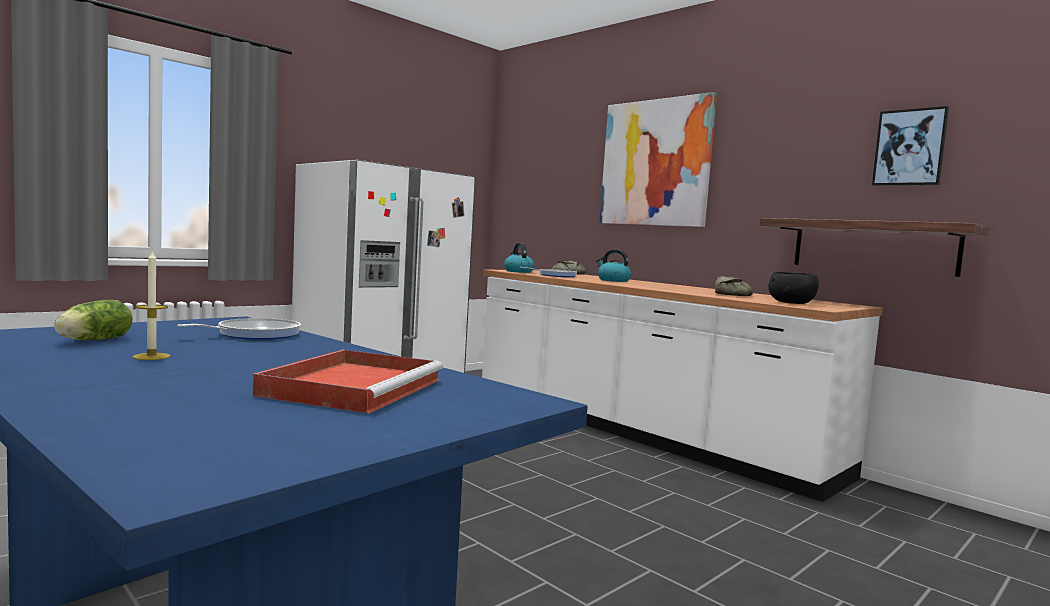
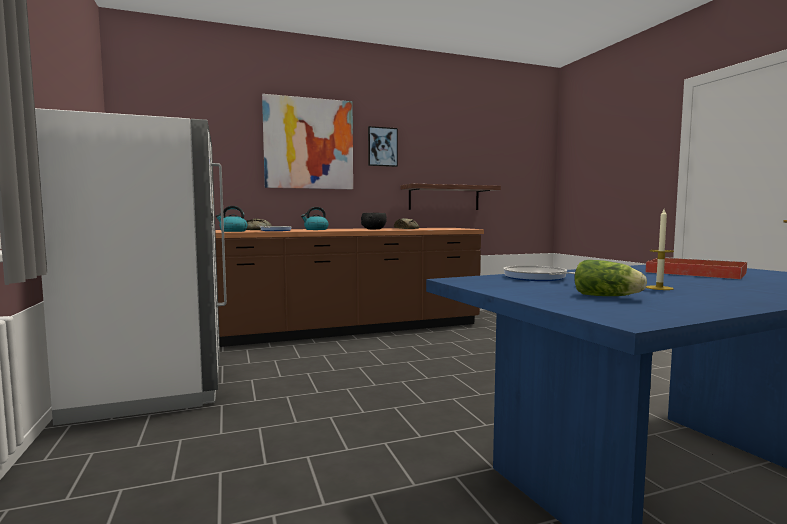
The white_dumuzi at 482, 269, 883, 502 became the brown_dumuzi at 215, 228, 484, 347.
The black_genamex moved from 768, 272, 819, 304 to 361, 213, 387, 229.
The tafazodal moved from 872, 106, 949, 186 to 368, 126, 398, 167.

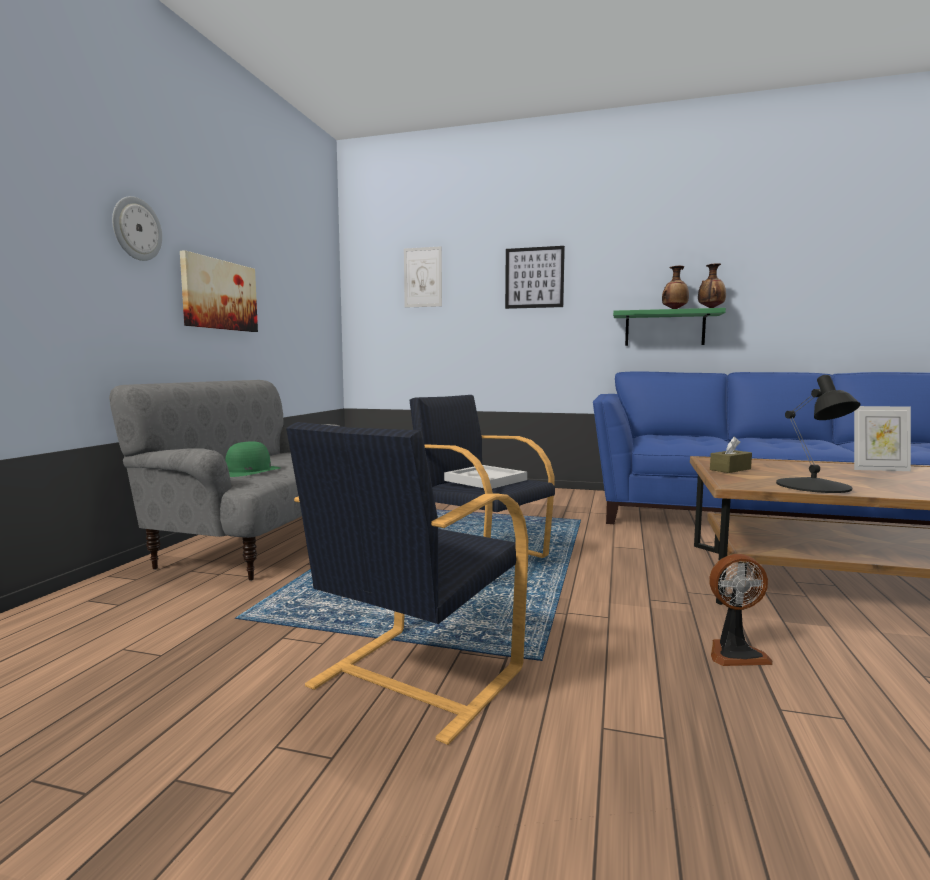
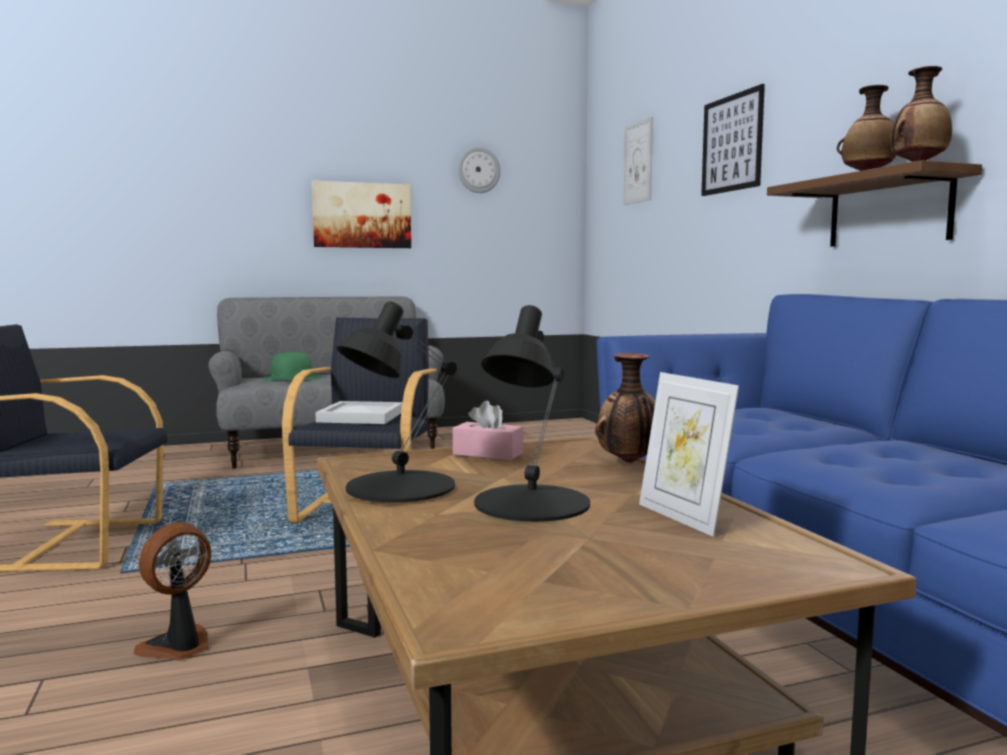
The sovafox moved from 112, 196, 162, 261 to 458, 147, 501, 193.
The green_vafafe at 613, 308, 726, 346 became the brown_vafafe at 767, 160, 982, 247.
The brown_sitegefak at 710, 437, 752, 473 became the pink_sitegefak at 453, 401, 523, 460.
The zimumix at 710, 554, 773, 666 turned 75 degrees clockwise.
The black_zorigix at 474, 305, 590, 522 appeared.
The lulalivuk at 595, 353, 655, 463 appeared.

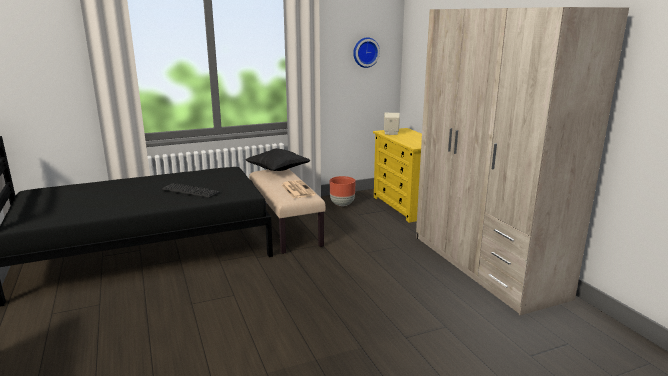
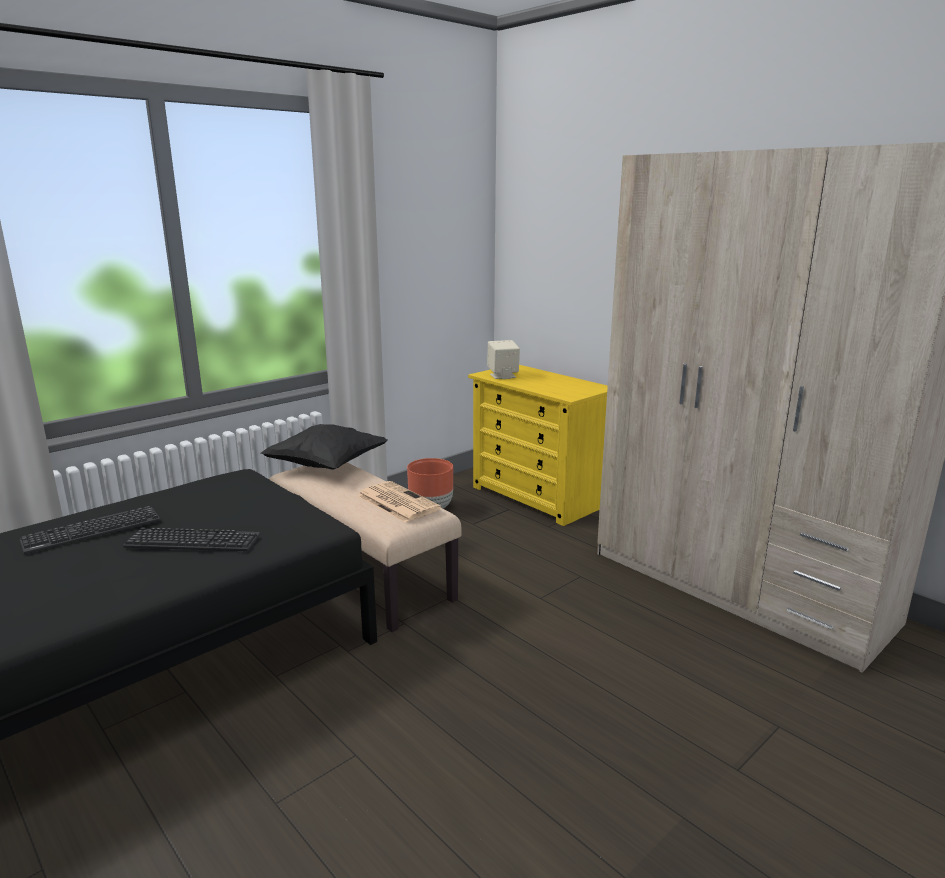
The sovafox at 353, 37, 380, 68 disappeared.
The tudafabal at 20, 506, 161, 554 appeared.

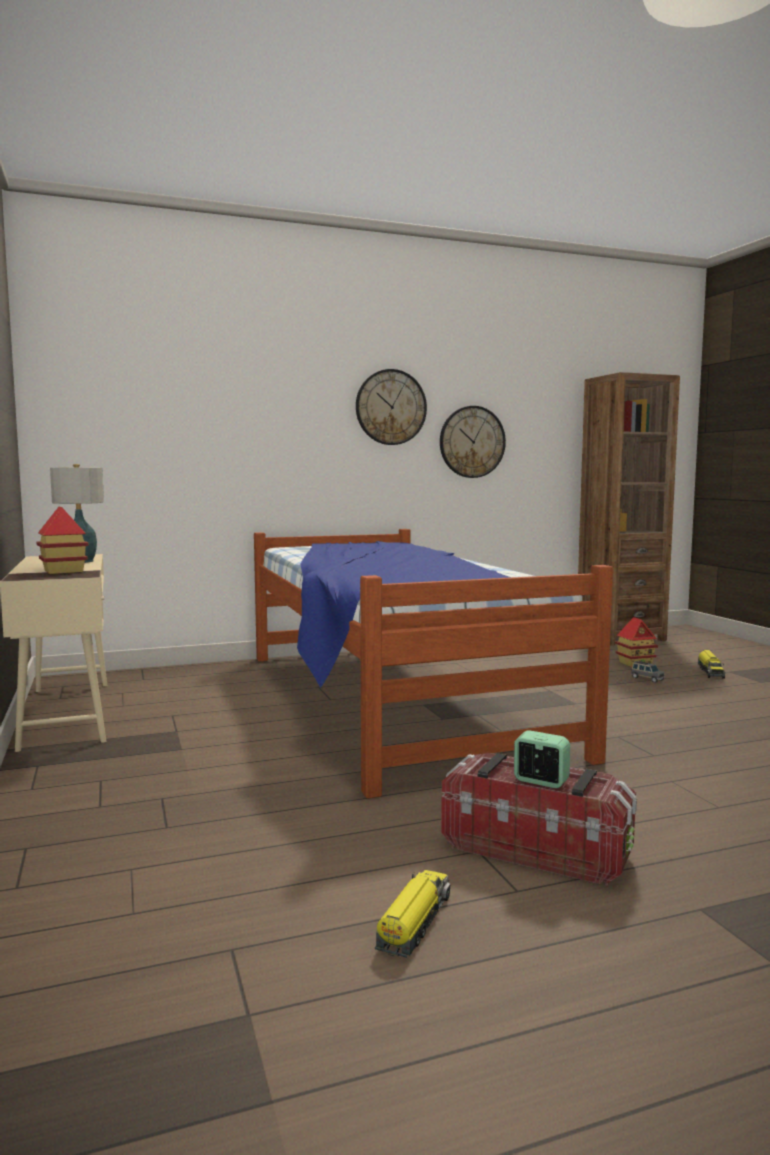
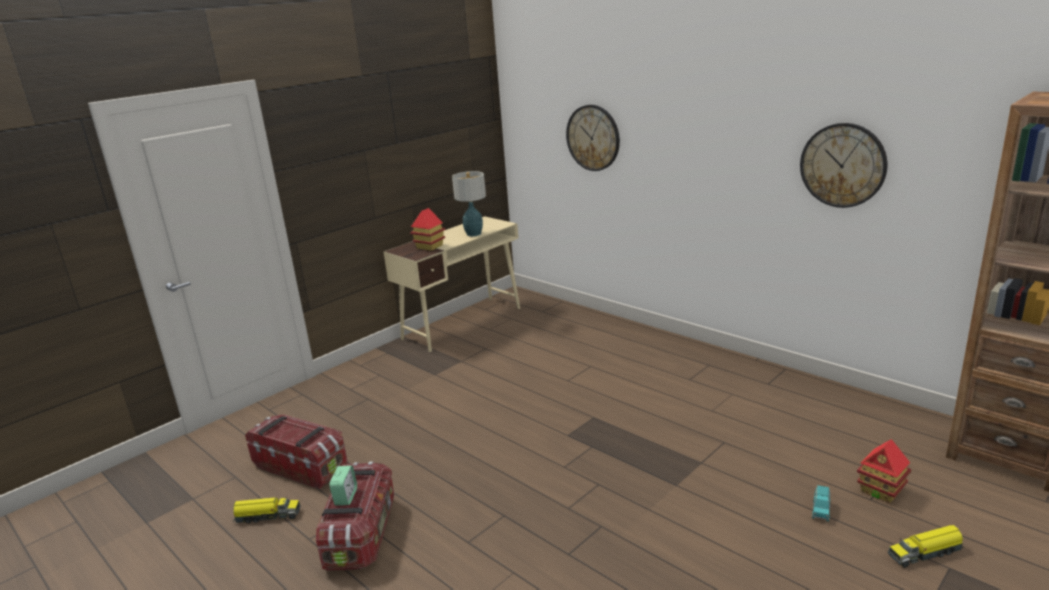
The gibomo at 254, 529, 613, 799 disappeared.
The sovafox moved from 356, 369, 427, 445 to 566, 105, 620, 171.
The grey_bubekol at 631, 660, 665, 683 became the turquoise_bubekol at 812, 485, 831, 521.
The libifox at 245, 414, 348, 489 appeared.

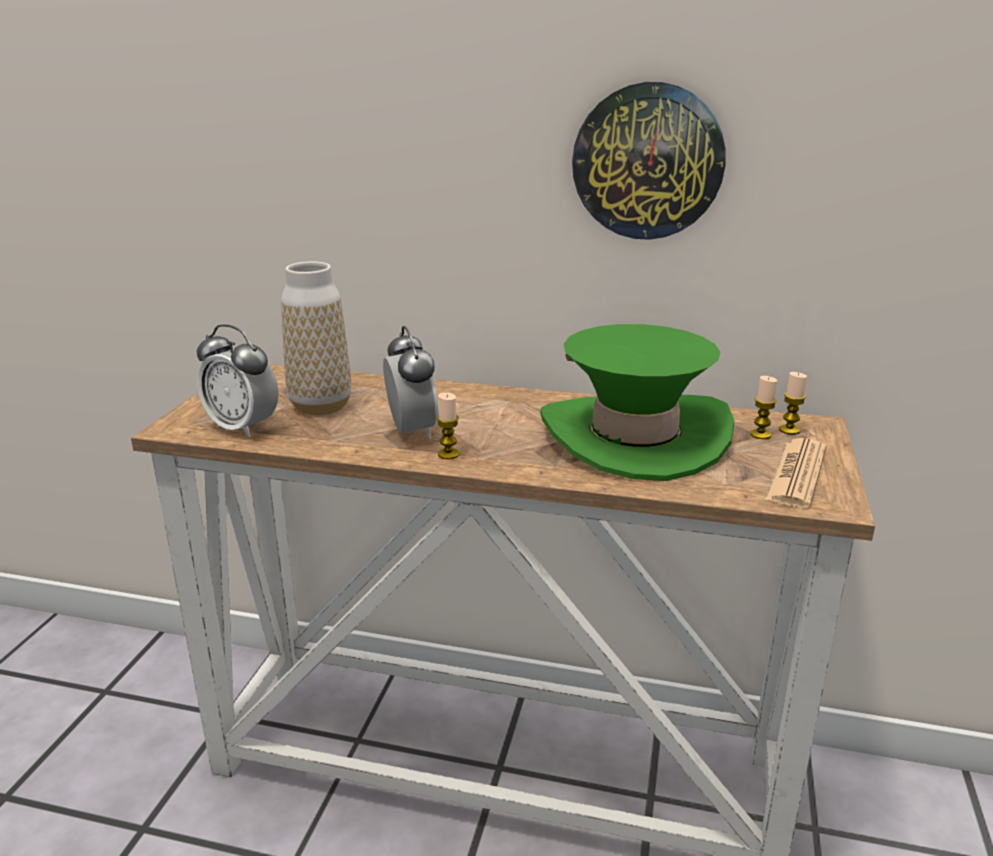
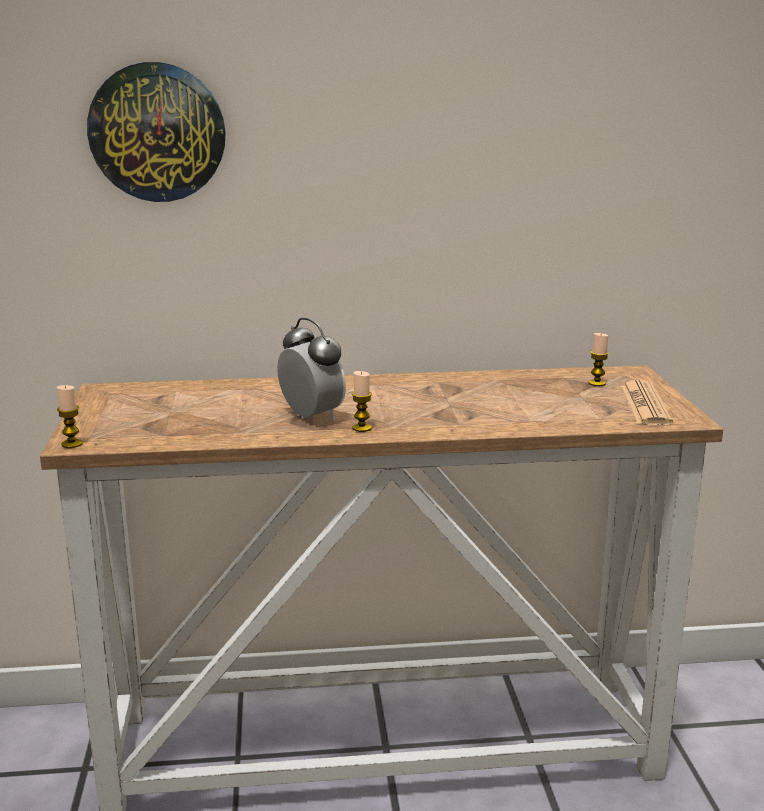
The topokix at 197, 324, 278, 438 disappeared.
The lulalivuk at 281, 261, 351, 415 disappeared.
The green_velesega at 541, 324, 734, 481 disappeared.
The sovafox moved from 572, 82, 725, 240 to 87, 62, 226, 202.
The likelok moved from 779, 372, 807, 435 to 57, 385, 83, 448.

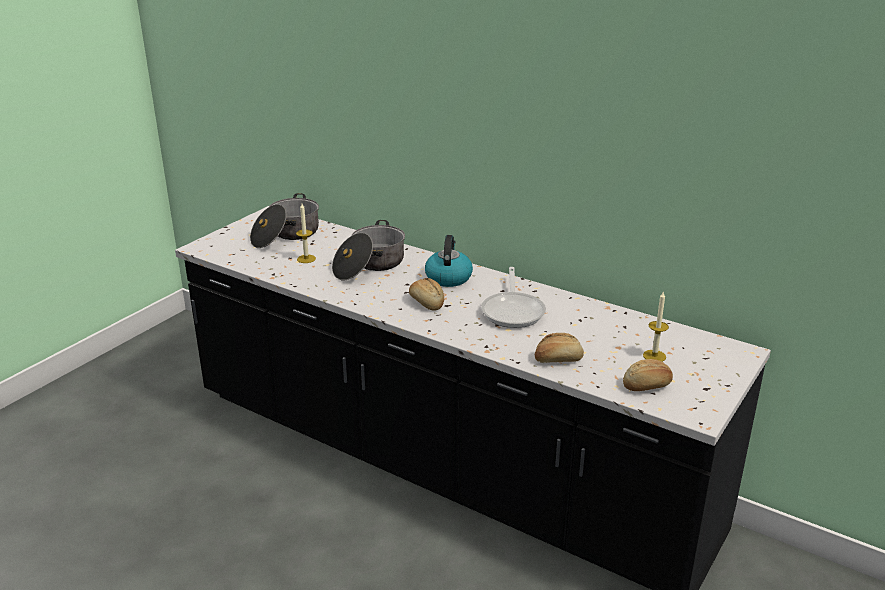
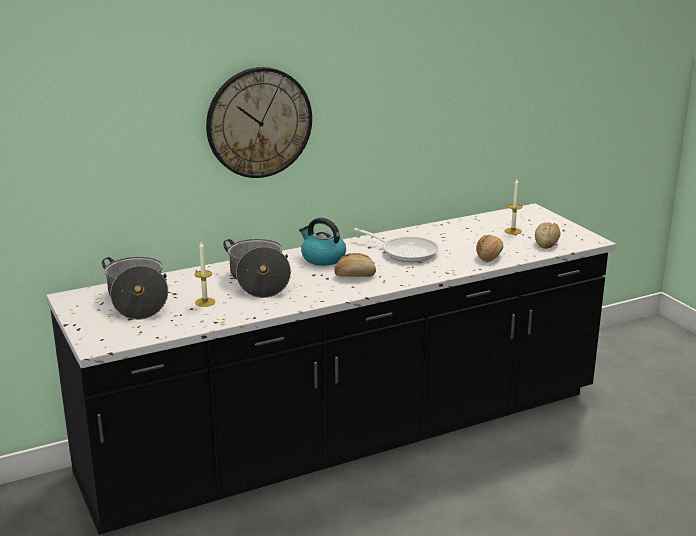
The sovafox at 206, 67, 312, 178 appeared.

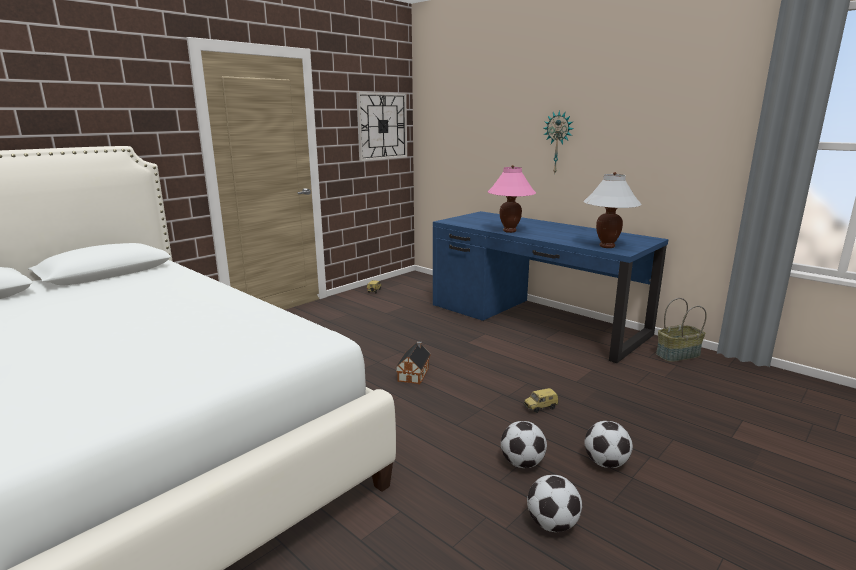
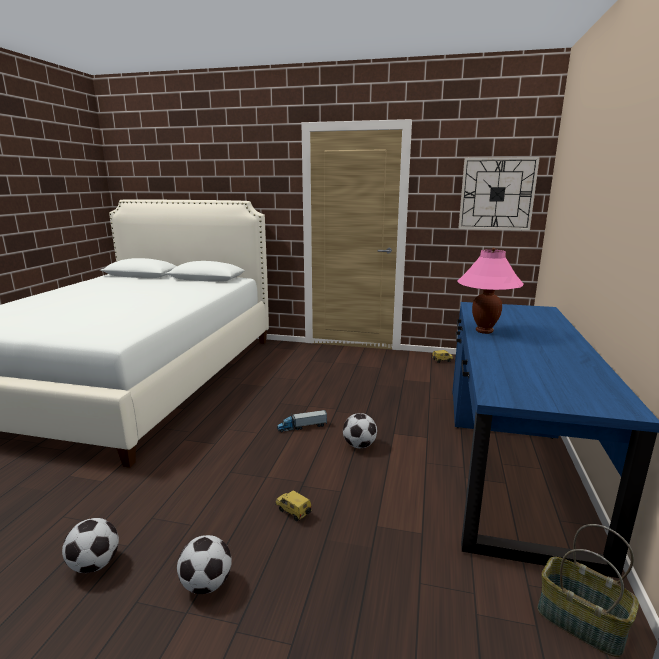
The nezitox at 395, 341, 431, 384 was replaced by the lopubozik at 277, 410, 327, 432.
The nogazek moved from 501, 421, 547, 468 to 343, 413, 377, 448.
The sovafox at 543, 110, 573, 173 disappeared.
The white_zorigix at 583, 172, 642, 248 disappeared.

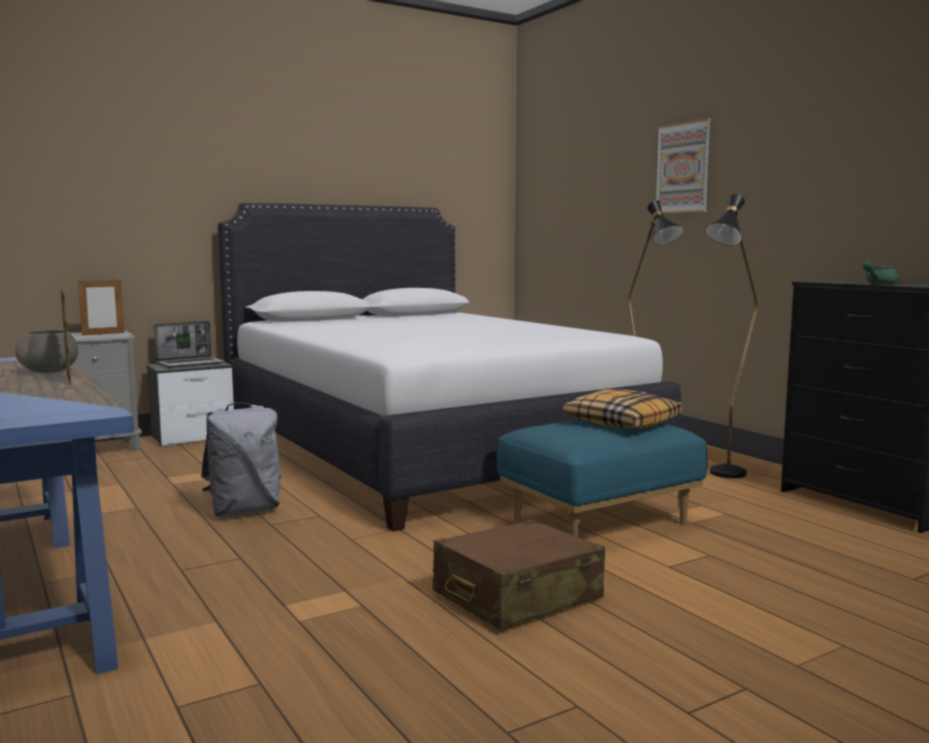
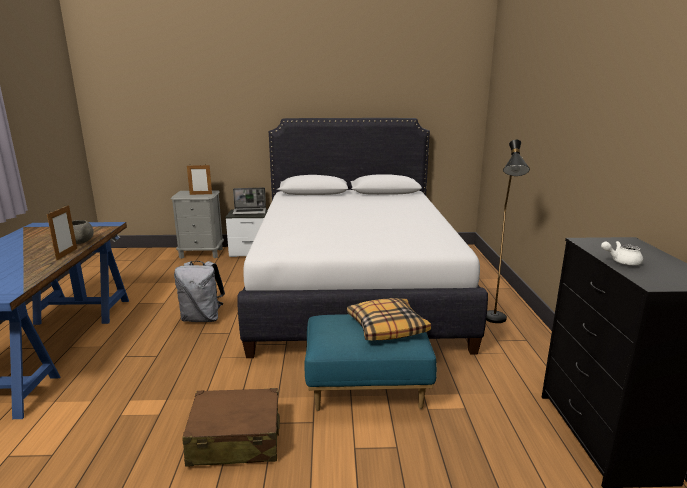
The tafazodal at 656, 118, 711, 214 disappeared.
The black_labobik at 705, 194, 758, 478 disappeared.
The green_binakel at 862, 261, 900, 284 became the white_binakel at 601, 241, 643, 265.

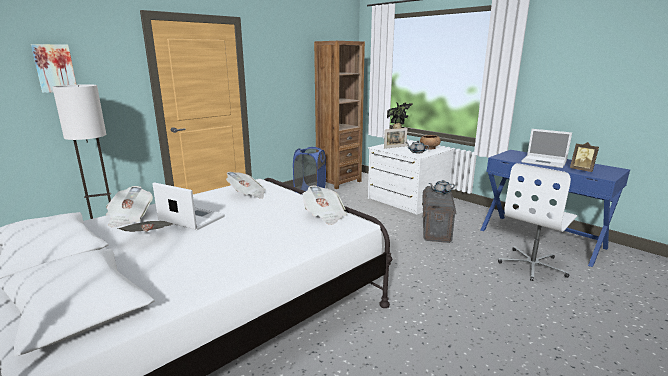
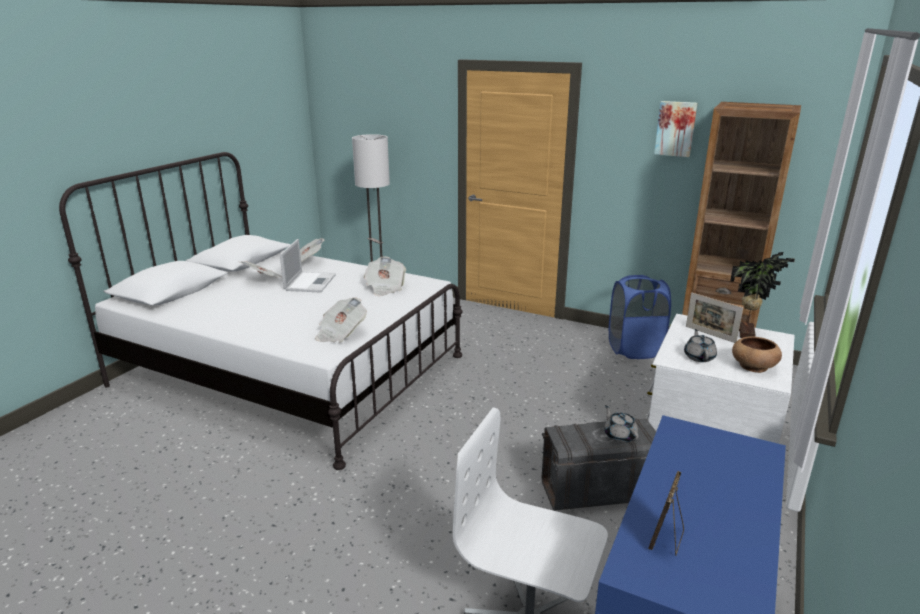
The tafazodal moved from 31, 44, 77, 93 to 654, 101, 697, 157.
The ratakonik at 521, 129, 572, 168 disappeared.

